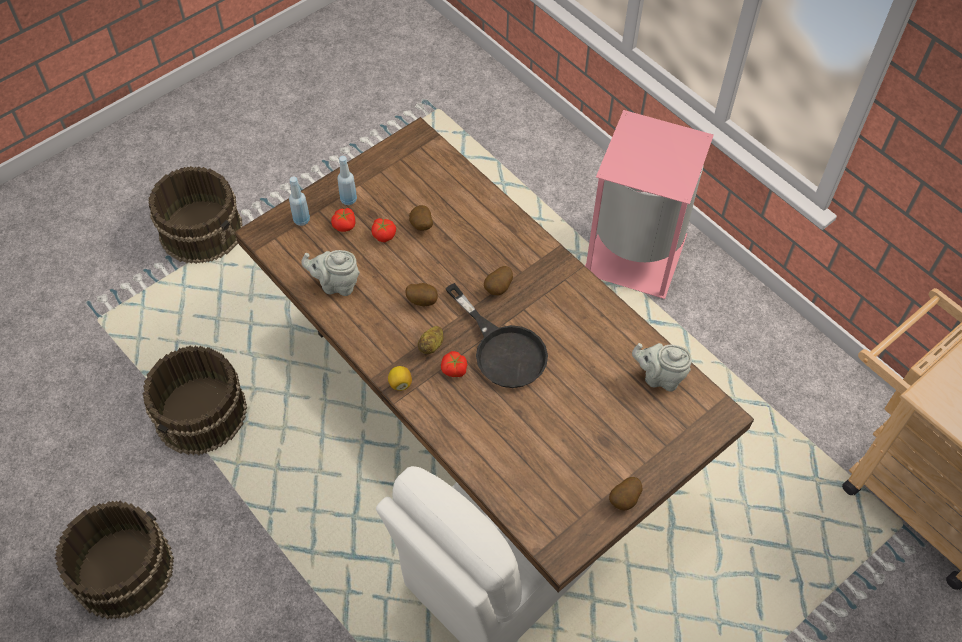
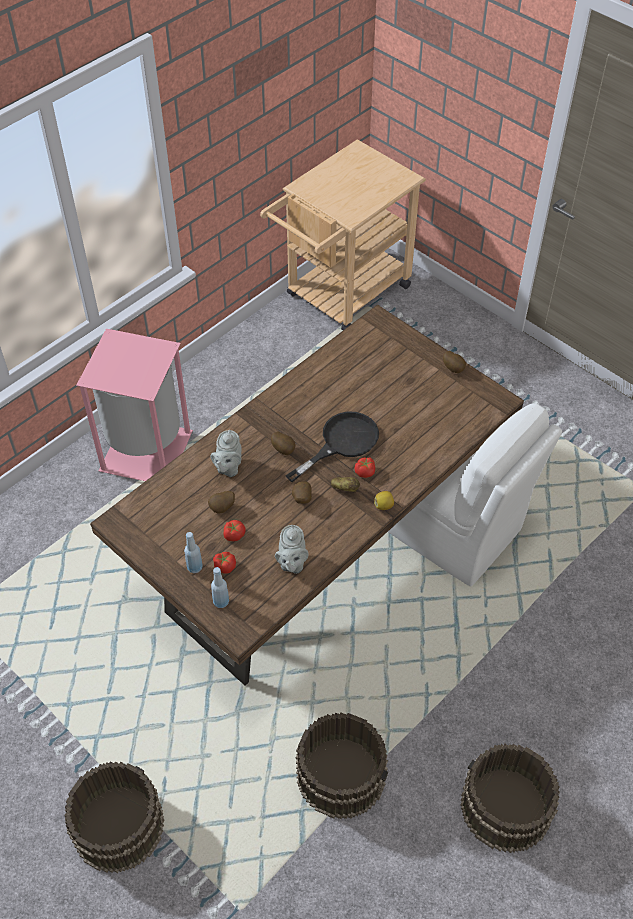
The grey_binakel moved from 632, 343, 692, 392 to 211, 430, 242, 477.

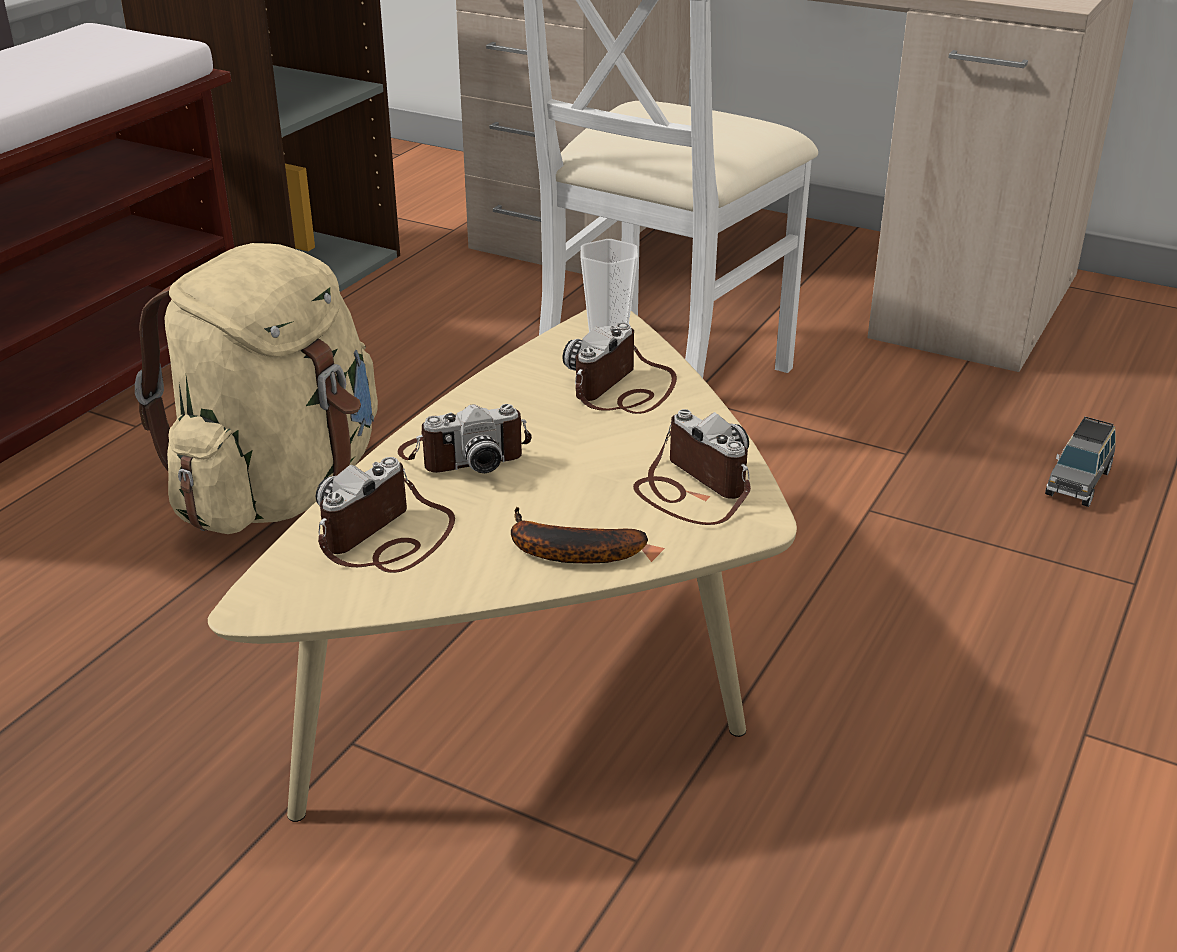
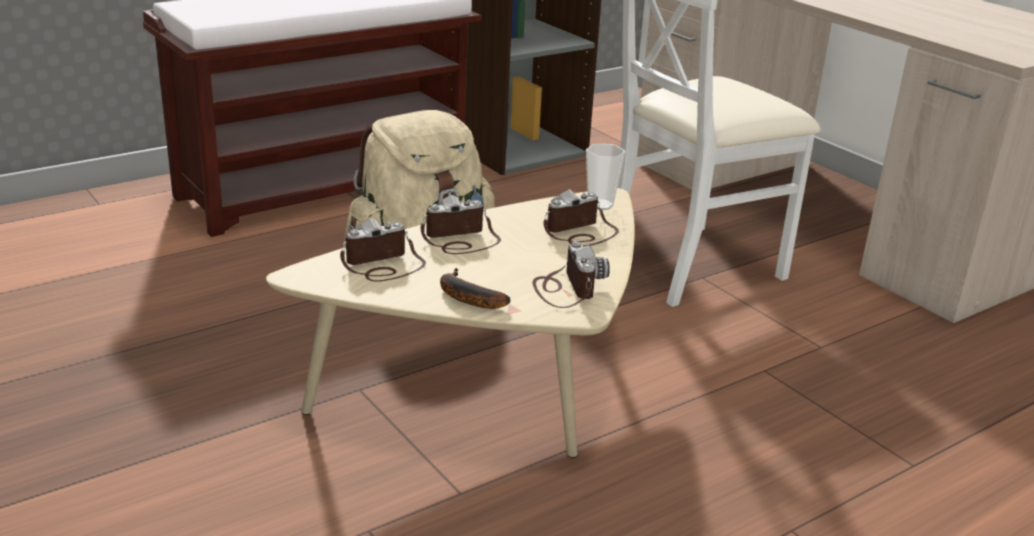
The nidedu at 398, 404, 532, 473 turned 150 degrees clockwise.
The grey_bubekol at 1045, 417, 1116, 507 disappeared.

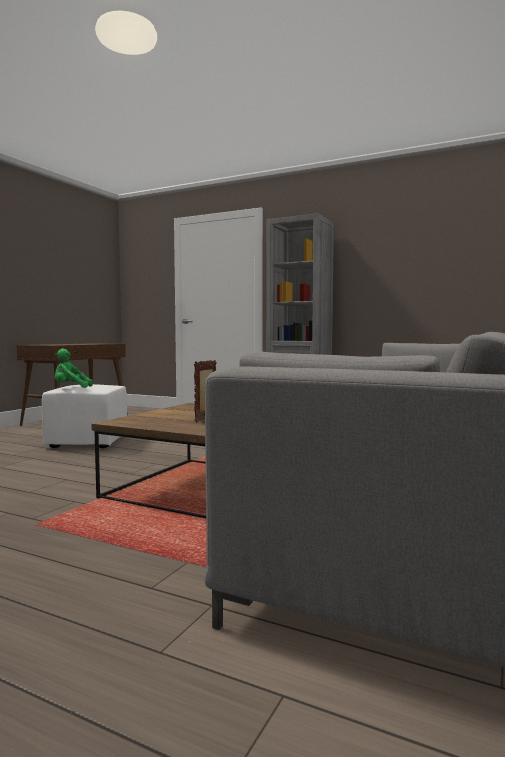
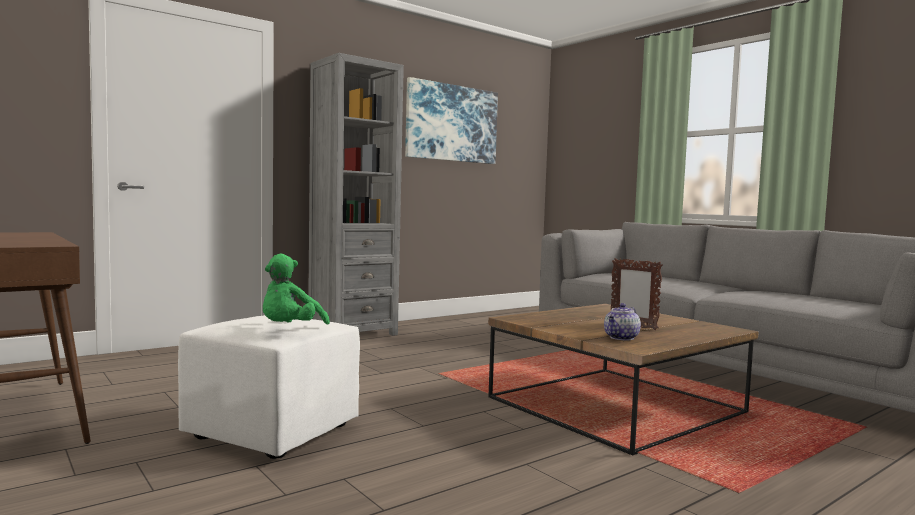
The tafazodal at 405, 77, 498, 164 appeared.
The binakel at 604, 303, 641, 340 appeared.

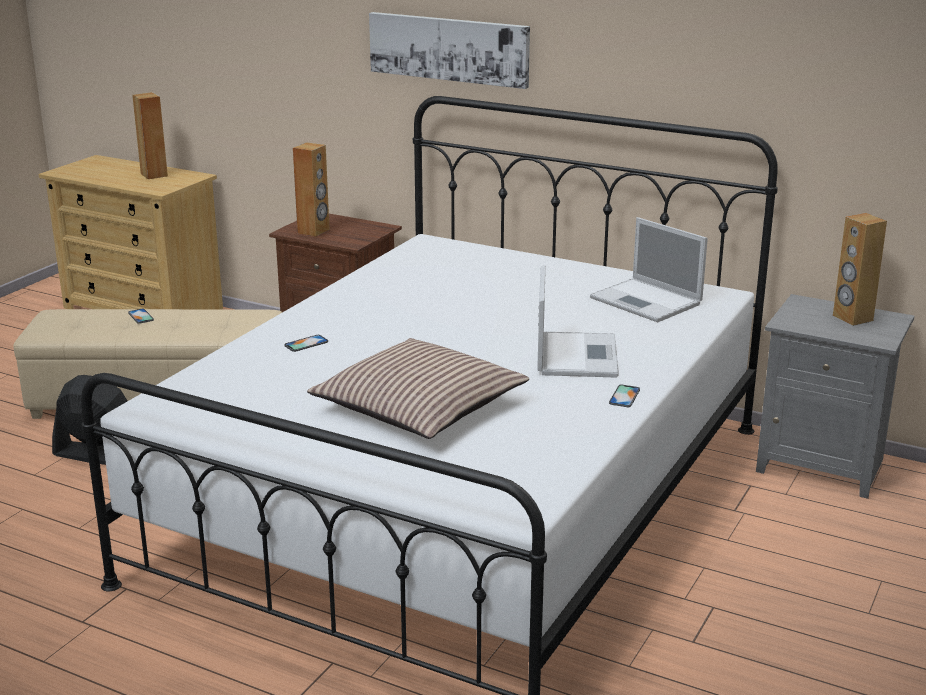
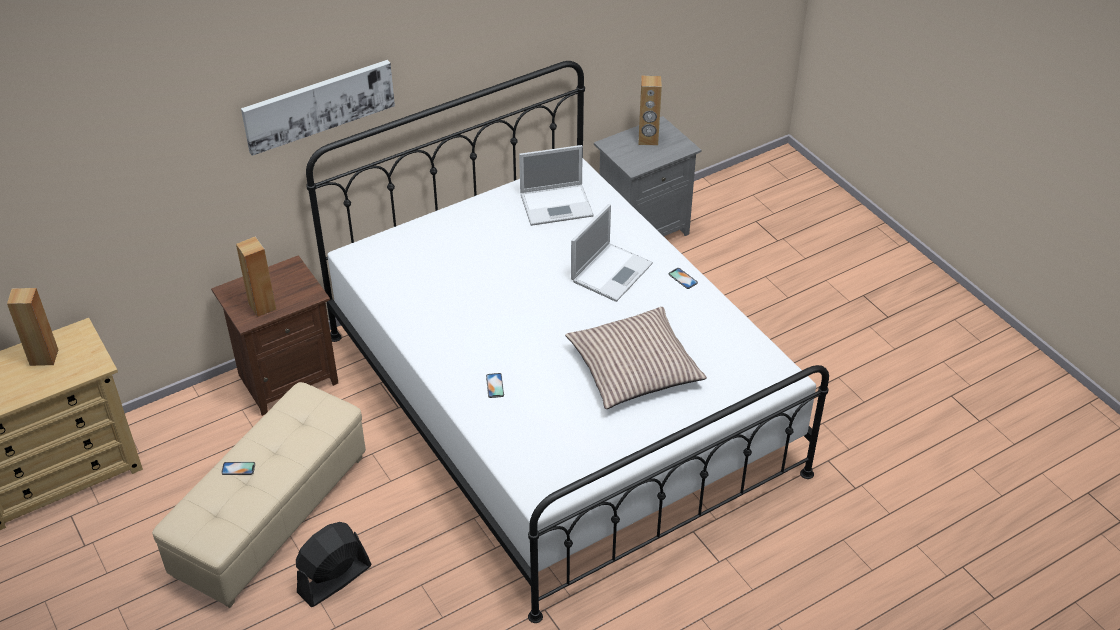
The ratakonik at 537, 265, 619, 378 turned 90 degrees clockwise.

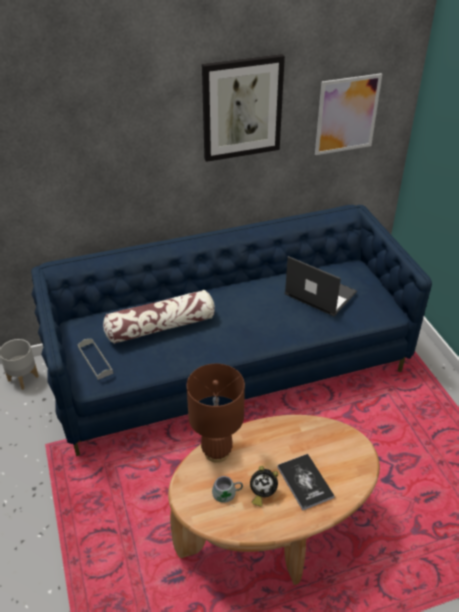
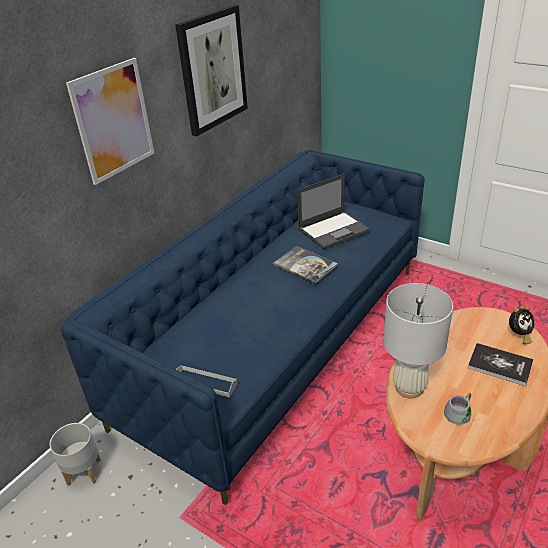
The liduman at 103, 290, 215, 344 disappeared.
The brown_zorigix at 187, 364, 245, 463 became the white_zorigix at 383, 283, 453, 399.
The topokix moved from 250, 466, 278, 506 to 509, 306, 534, 344.
The ratakonik at 285, 256, 357, 316 turned 150 degrees clockwise.
The tafazodal moved from 315, 73, 382, 155 to 66, 58, 154, 185.
The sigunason at 273, 246, 338, 284 appeared.

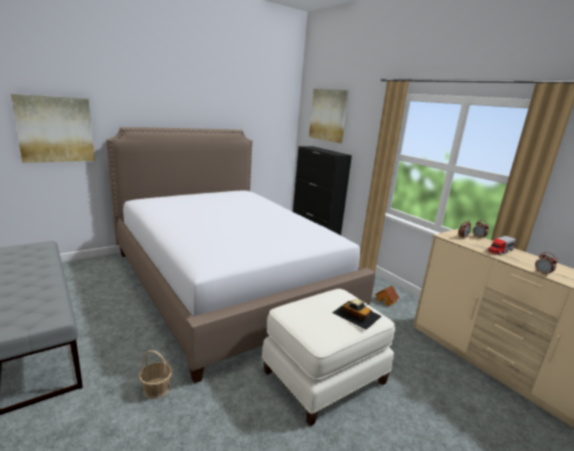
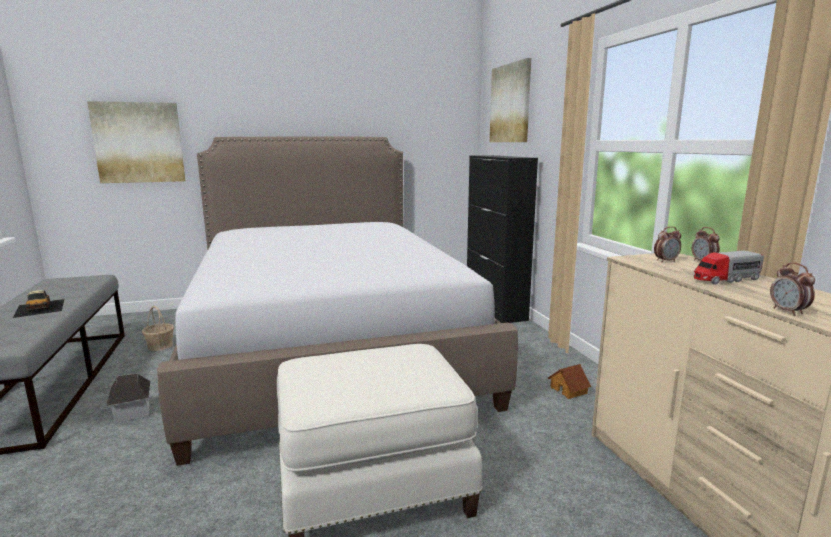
The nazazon moved from 139, 350, 172, 399 to 142, 306, 174, 351.
The bubekol moved from 332, 299, 381, 330 to 13, 290, 64, 318.
The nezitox at 107, 374, 150, 423 appeared.

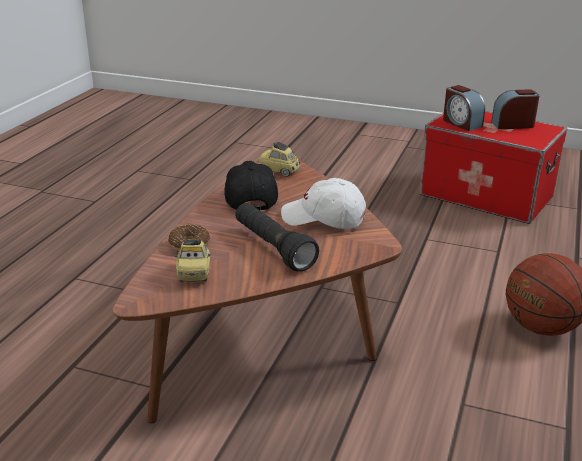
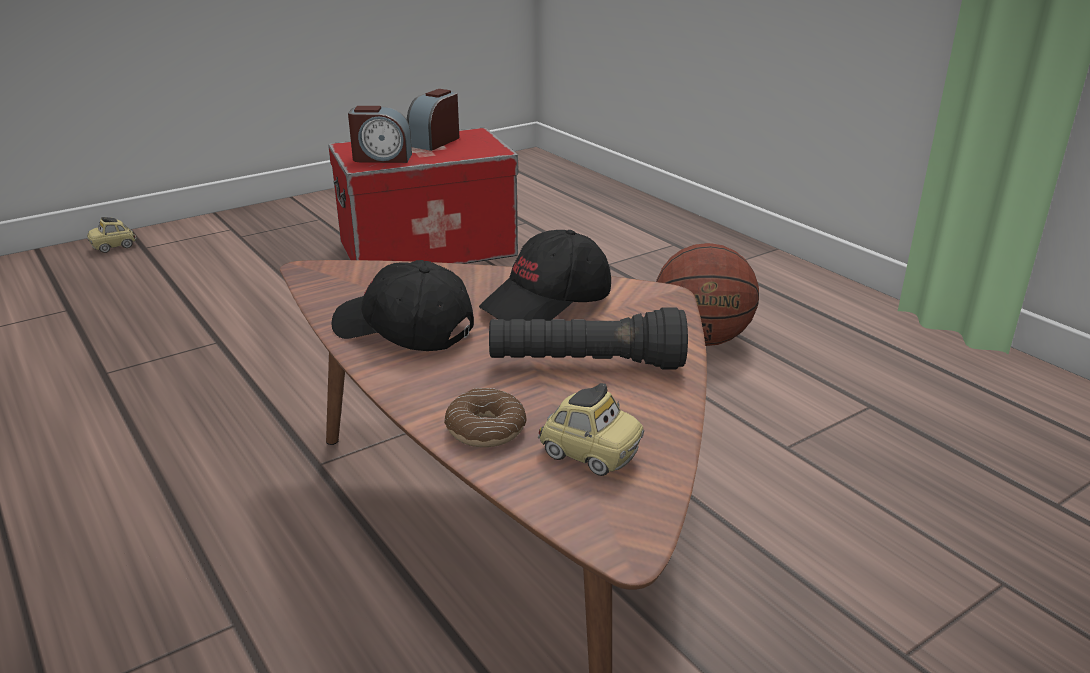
The bubekol moved from 258, 142, 300, 177 to 87, 217, 136, 253.
The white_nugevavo at 281, 178, 366, 229 became the black_nugevavo at 479, 230, 611, 321.

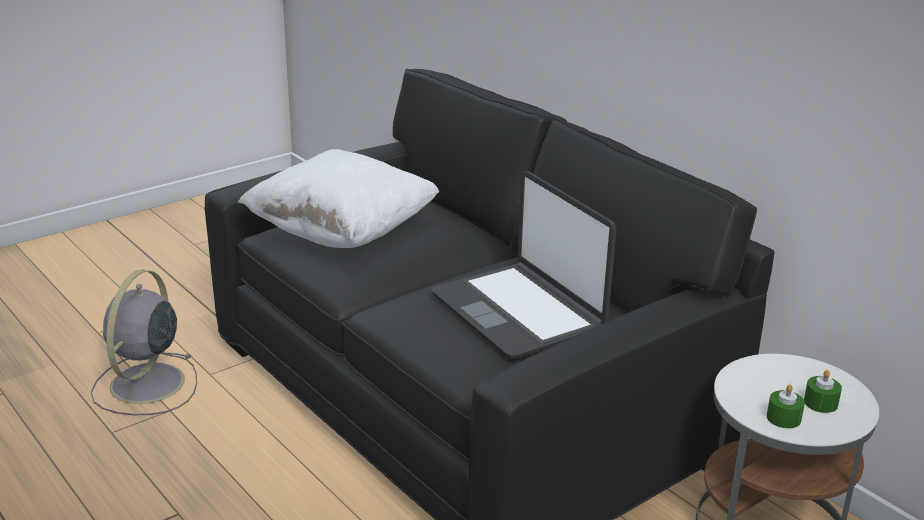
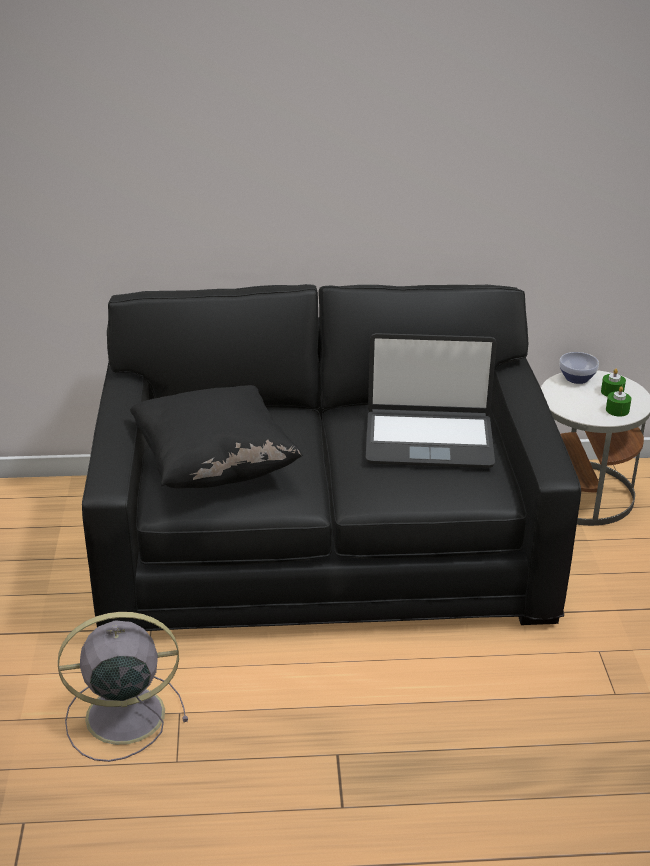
The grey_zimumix at 91, 270, 197, 415 turned 120 degrees clockwise.
The white_liduman at 238, 149, 439, 248 became the black_liduman at 130, 385, 303, 488.
The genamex at 559, 352, 599, 384 appeared.

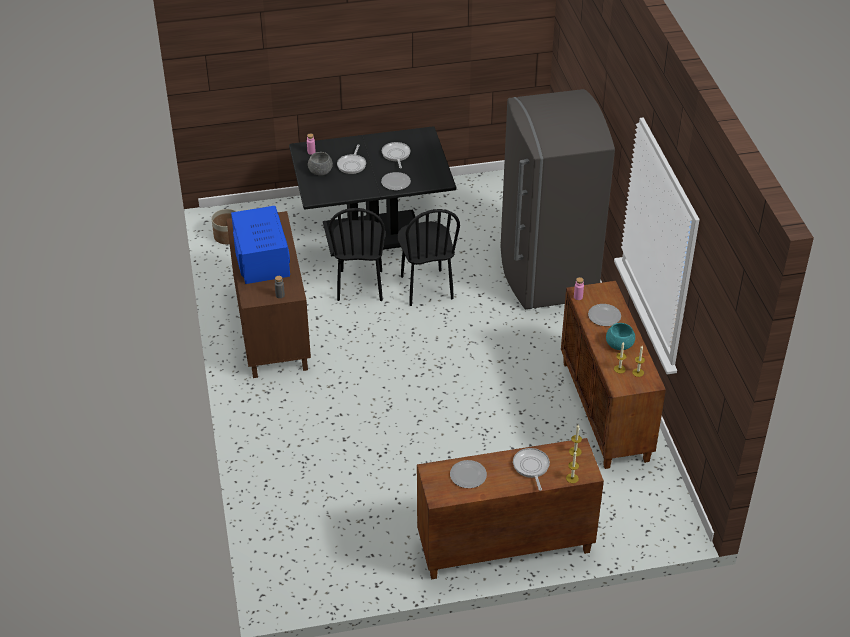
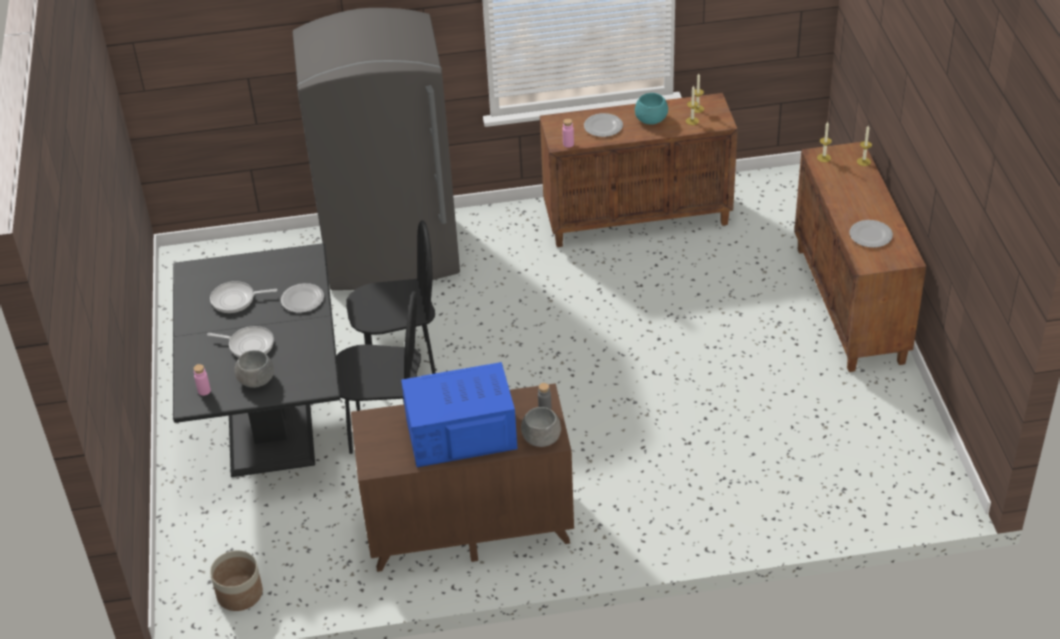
The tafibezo at 513, 448, 550, 491 disappeared.
The grey_genamex at 521, 407, 561, 447 appeared.

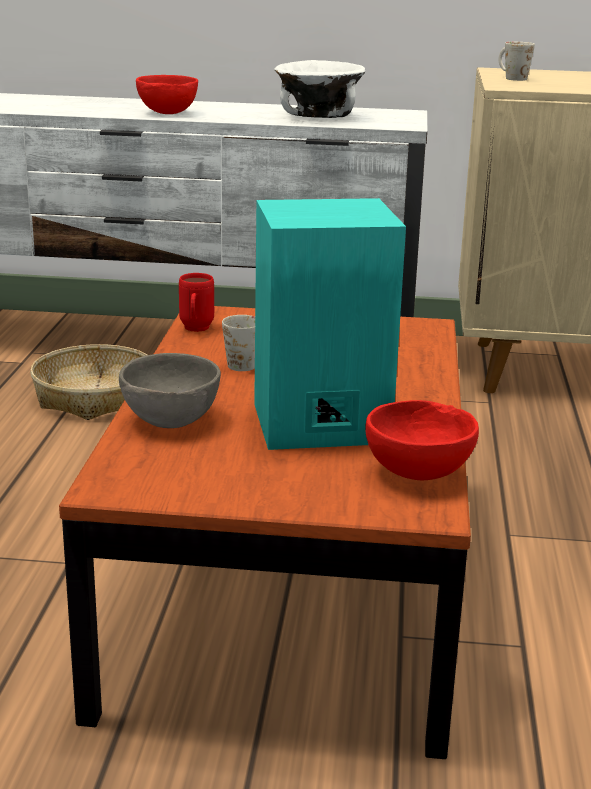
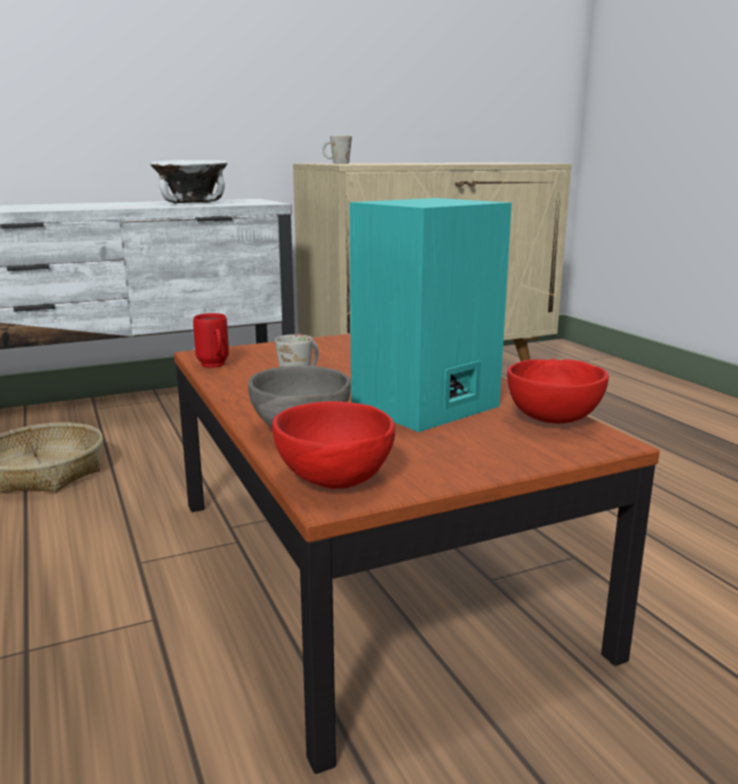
The red_genamex moved from 136, 75, 198, 114 to 272, 401, 395, 489.

